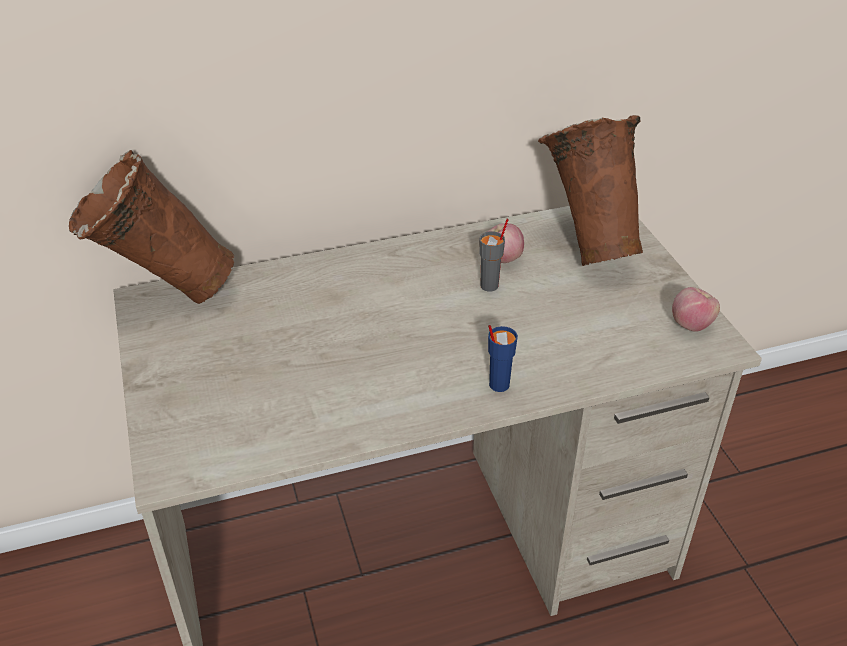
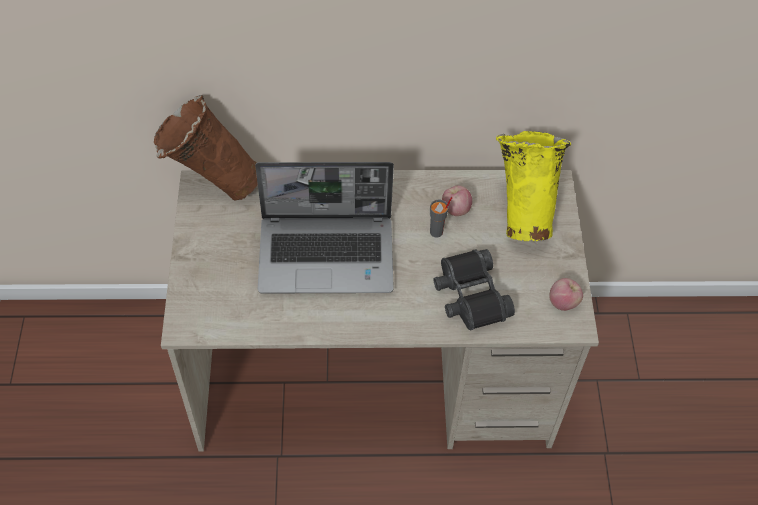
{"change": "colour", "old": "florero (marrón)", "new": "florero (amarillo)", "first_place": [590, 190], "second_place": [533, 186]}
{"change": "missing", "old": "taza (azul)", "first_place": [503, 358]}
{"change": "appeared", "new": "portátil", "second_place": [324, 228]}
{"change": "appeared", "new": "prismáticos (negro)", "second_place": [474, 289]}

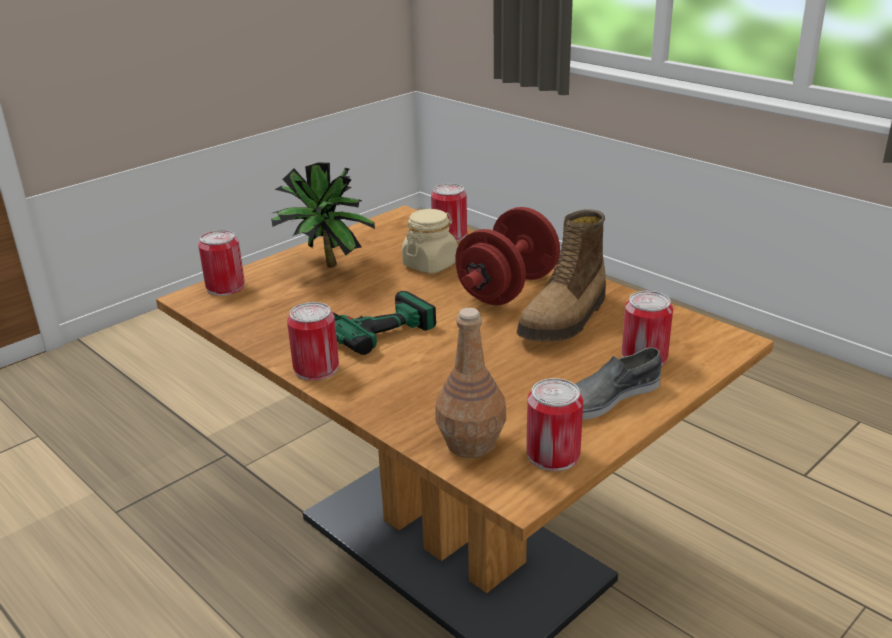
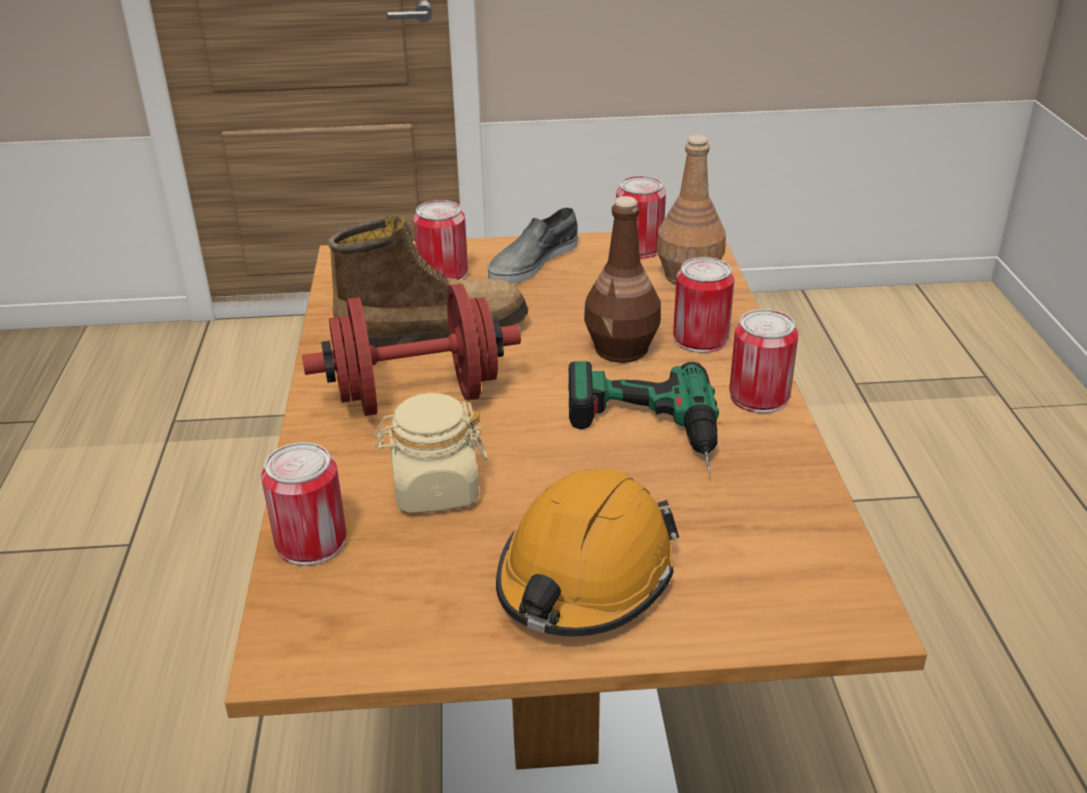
{"change": "exchanged", "old": "planta en maceta", "new": "casco (naranja)", "first_place": [322, 215], "second_place": [587, 552]}
{"change": "relocated", "old": "lata", "first_place": [221, 263], "second_place": [703, 305]}
{"change": "spun", "old": "zapato (gris)", "first_place": [618, 383], "second_place": [533, 245], "degrees": 120}
{"change": "appeared", "new": "botella (marrón)", "second_place": [622, 279]}

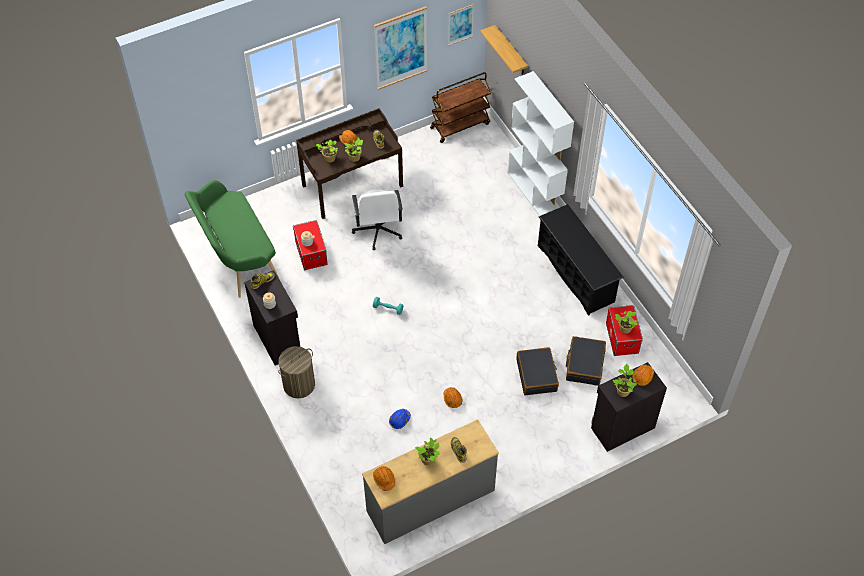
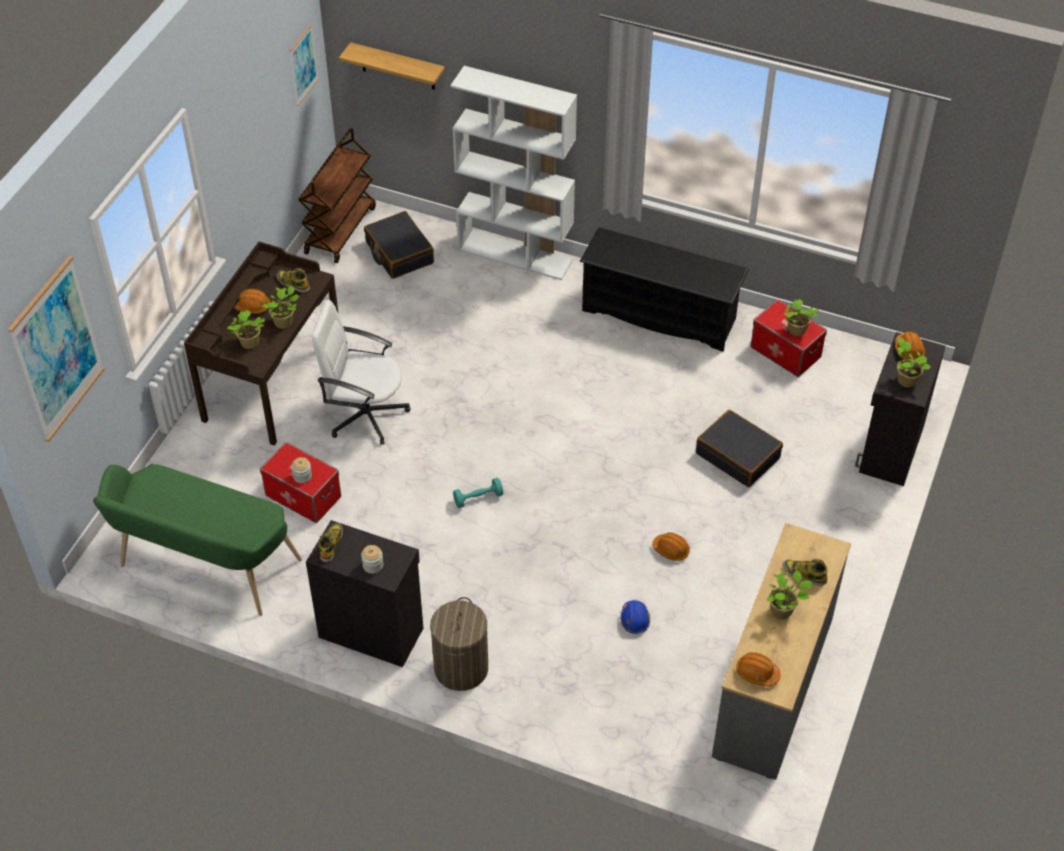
{"change": "relocated", "old": "cuadro", "first_place": [400, 48], "second_place": [56, 348]}
{"change": "spun", "old": "silla de oficina (blanco)", "first_place": [377, 219], "second_place": [361, 372], "degrees": 150}
{"change": "relocated", "old": "maleta (negro)", "first_place": [586, 361], "second_place": [399, 245]}

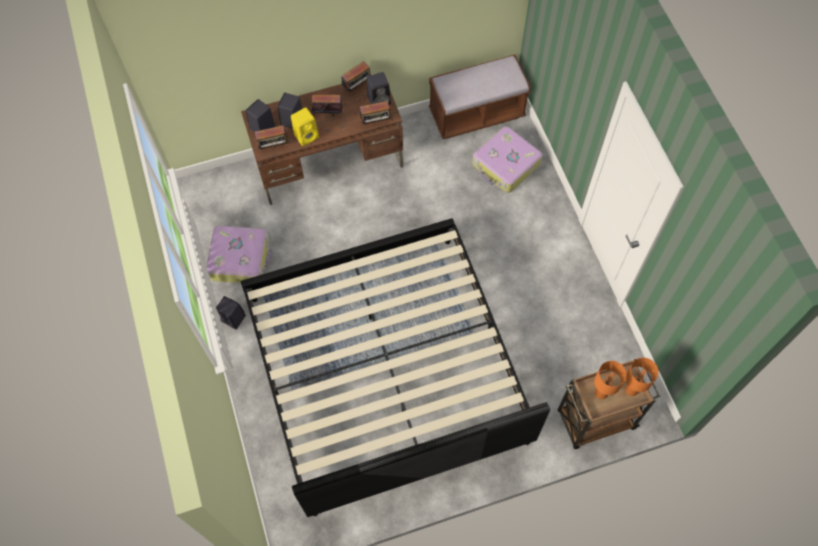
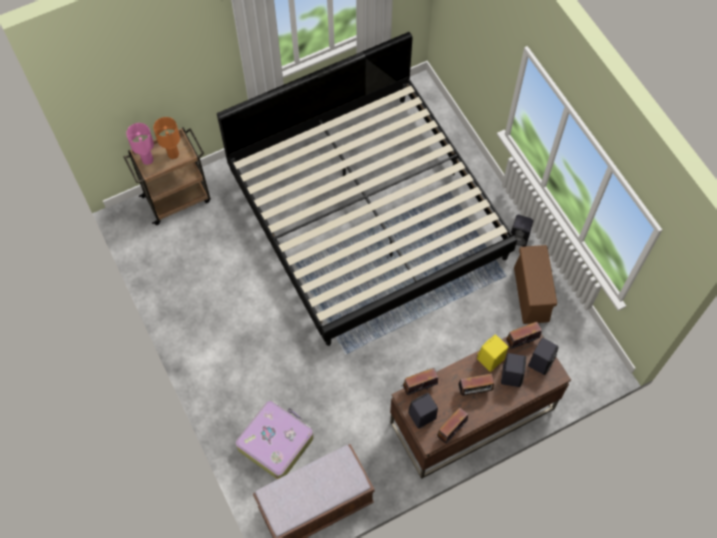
{"change": "exchanged", "old": "maleta", "new": "caja de almacenaje (marrón)", "first_place": [239, 254], "second_place": [535, 284]}
{"change": "colour", "old": "lámpara de mesa (naranja)", "new": "lámpara de mesa (rosa)", "first_place": [642, 377], "second_place": [140, 144]}

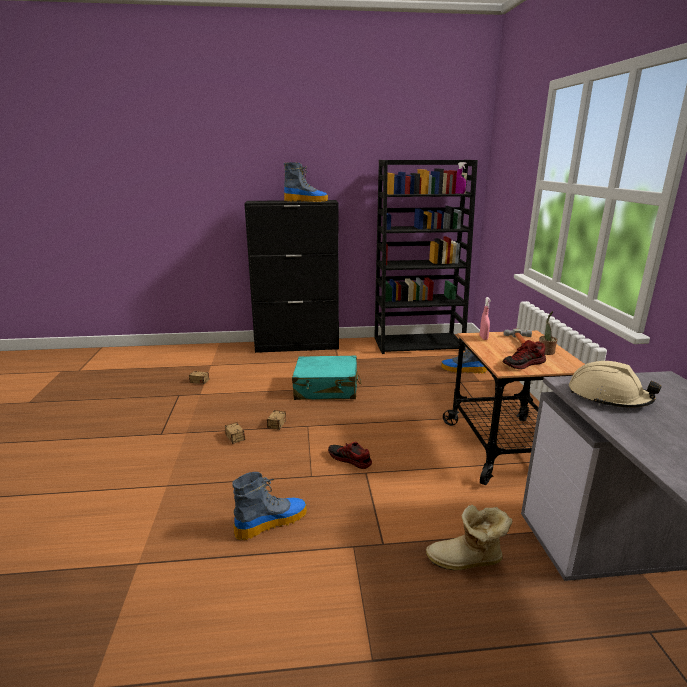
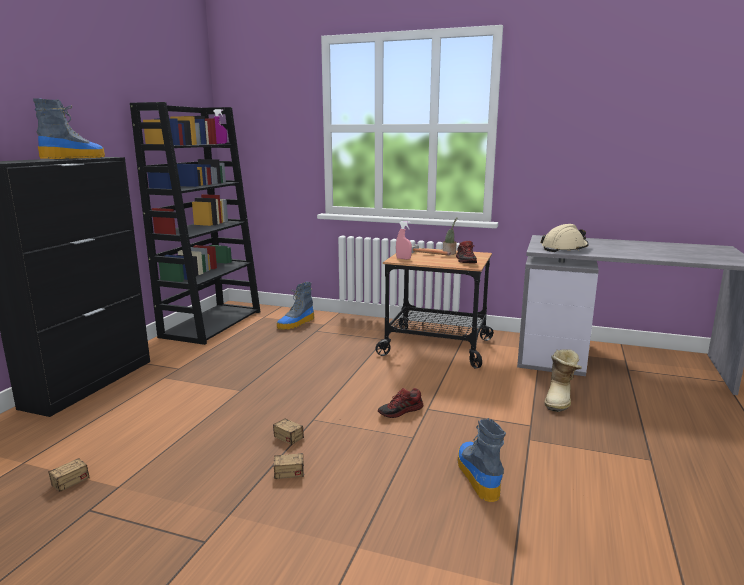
{"change": "missing", "old": "maleta (turquesa)", "first_place": [326, 377]}

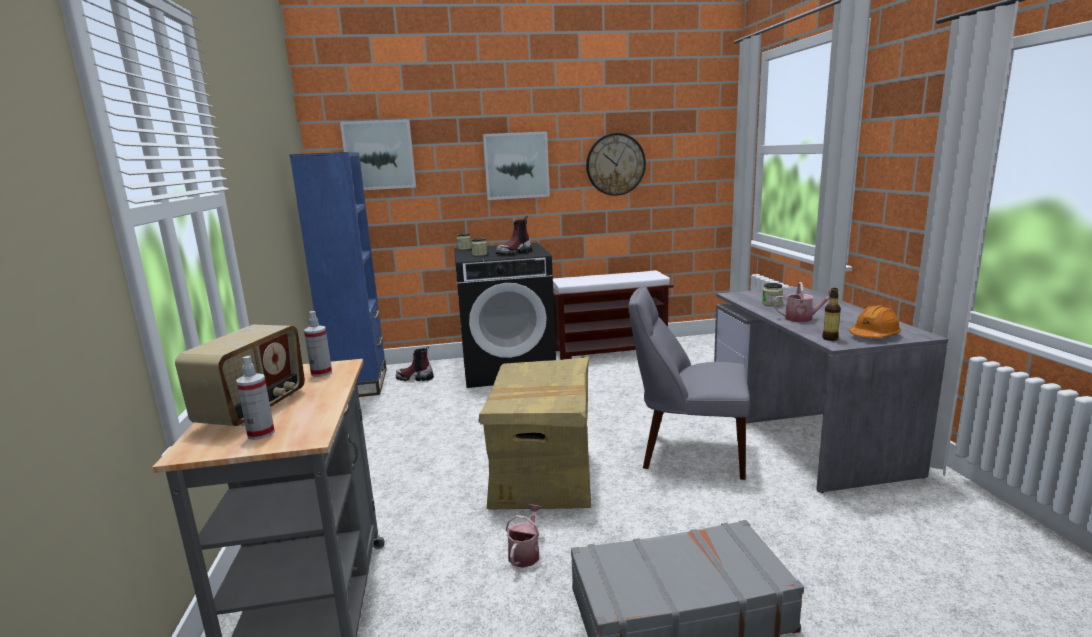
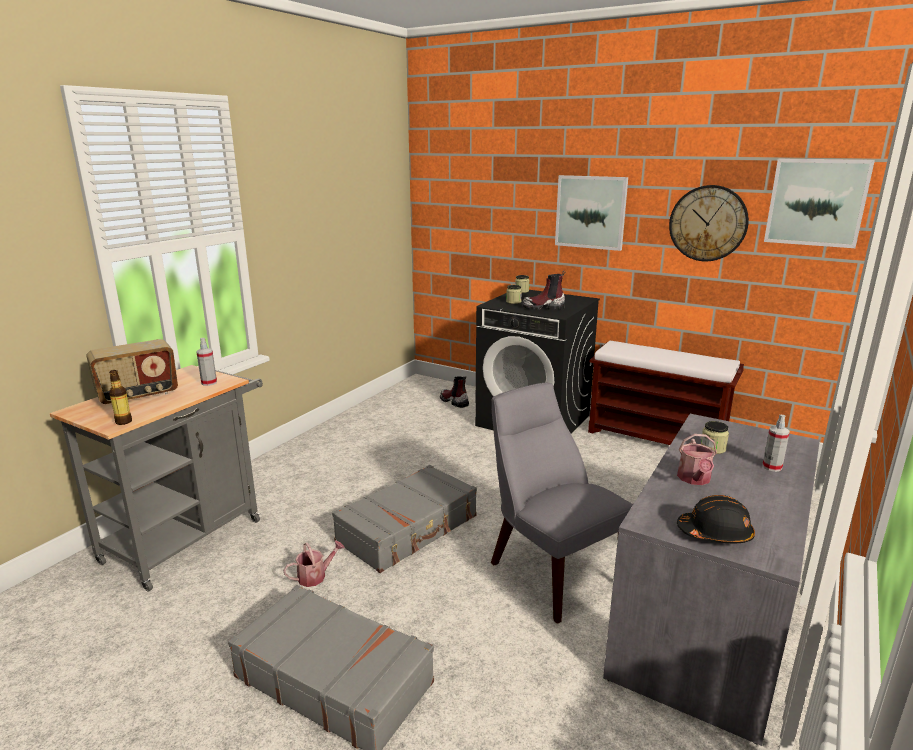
{"change": "relocated", "old": "cuadro", "first_place": [378, 154], "second_place": [819, 203]}
{"change": "missing", "old": "estantería (azul)", "first_place": [338, 274]}
{"change": "spun", "old": "regadera", "first_place": [802, 302], "second_place": [697, 459], "degrees": 45}
{"change": "relocated", "old": "botella", "first_place": [831, 314], "second_place": [120, 397]}
{"change": "colour", "old": "casco (naranja)", "new": "casco (negro)", "first_place": [875, 321], "second_place": [716, 519]}
{"change": "relocated", "old": "pulverizador", "first_place": [255, 398], "second_place": [776, 443]}
{"change": "exchanged", "old": "caja de cartón", "new": "maleta (gris)", "first_place": [534, 433], "second_place": [404, 519]}

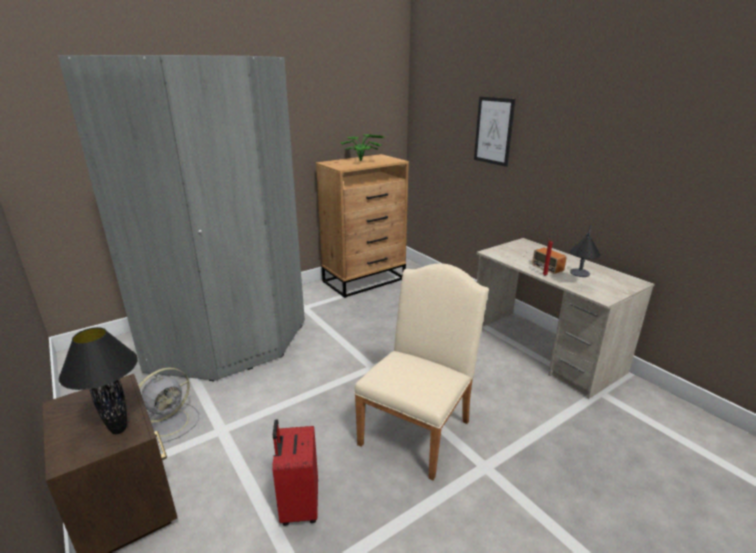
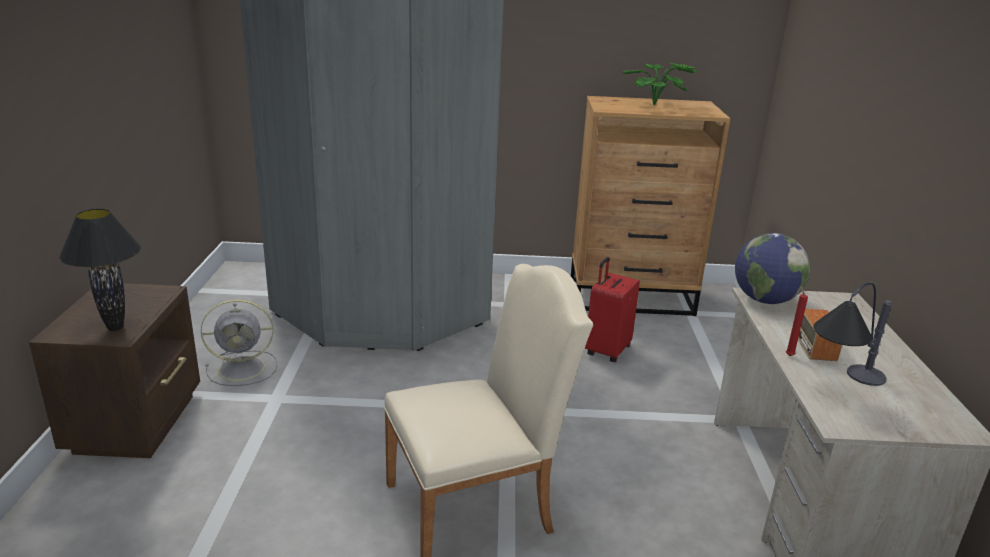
{"change": "missing", "old": "cuadro", "first_place": [495, 131]}
{"change": "relocated", "old": "maleta (rojo)", "first_place": [295, 473], "second_place": [612, 309]}
{"change": "appeared", "new": "globo terráqueo", "second_place": [772, 268]}

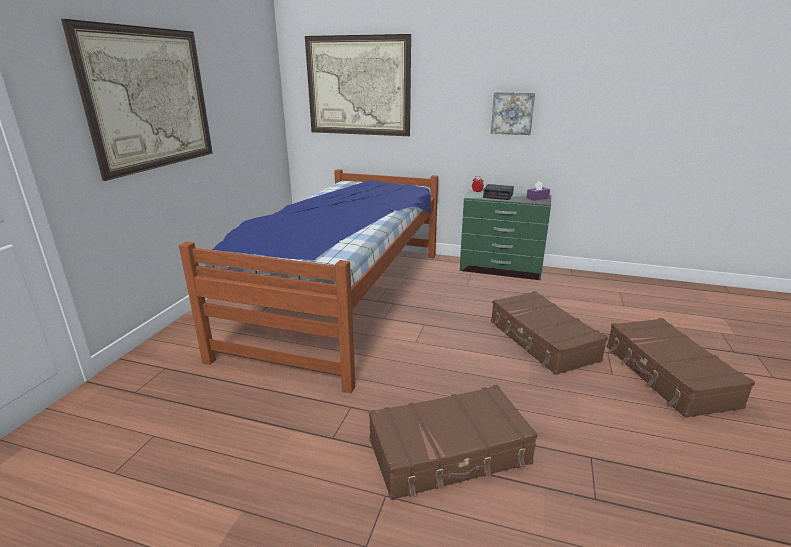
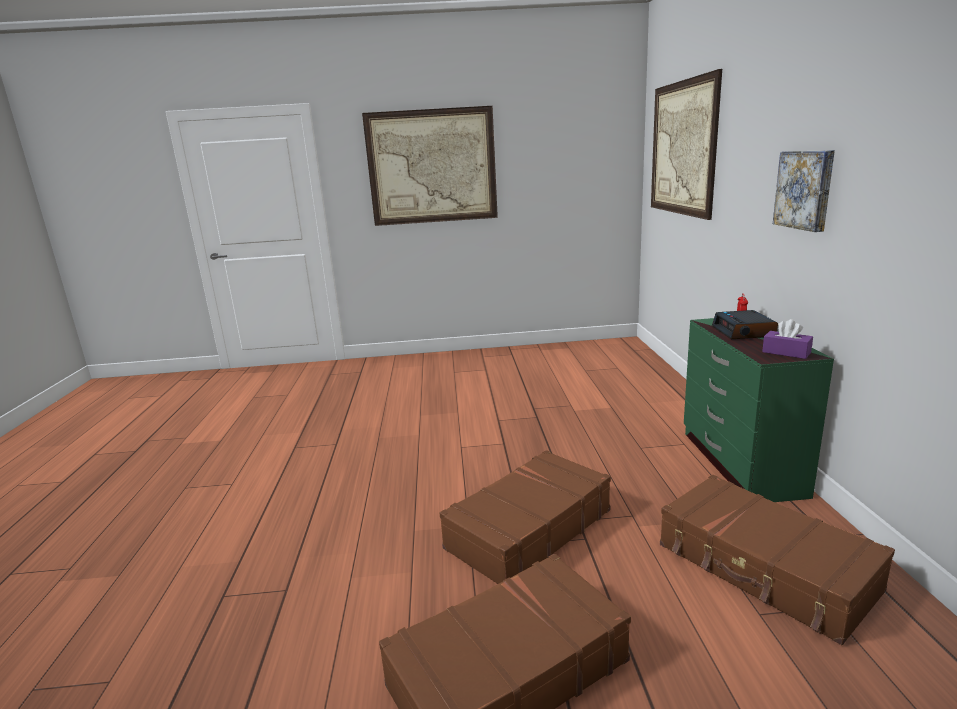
{"change": "missing", "old": "cama", "first_place": [308, 281]}
{"change": "relocated", "old": "maleta (marrón)", "first_place": [453, 442], "second_place": [777, 560]}

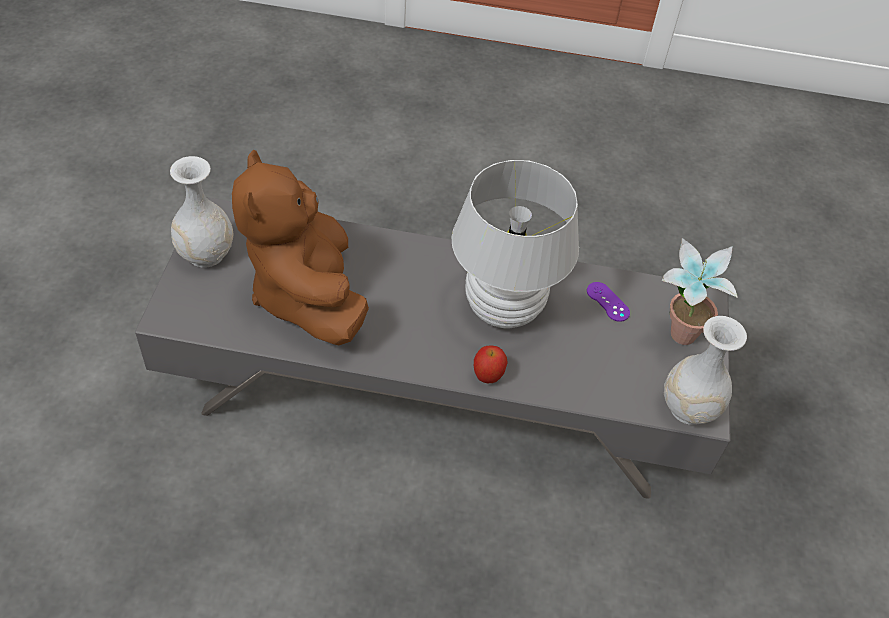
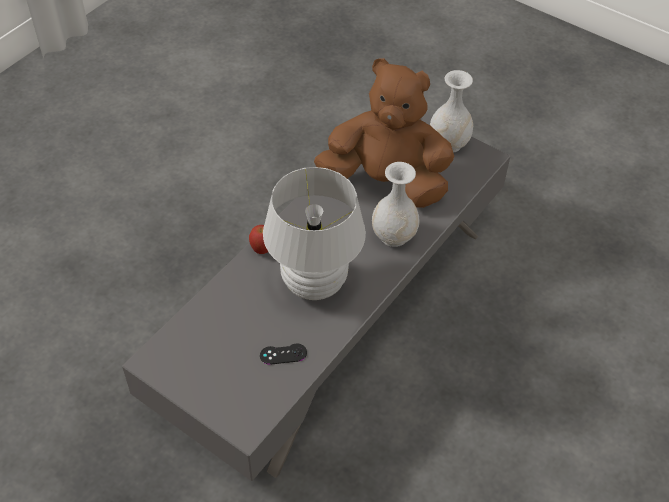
{"change": "missing", "old": "planta en maceta", "first_place": [700, 291]}
{"change": "colour", "old": "mando de consola (morado)", "new": "mando de consola (negro)", "first_place": [608, 302], "second_place": [283, 354]}
{"change": "relocated", "old": "florero (blanco)", "first_place": [705, 370], "second_place": [396, 204]}

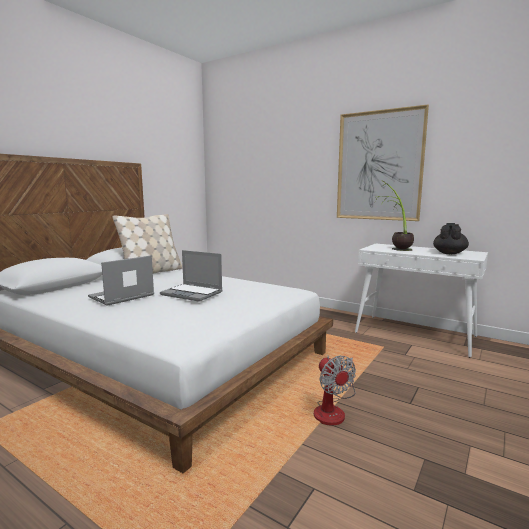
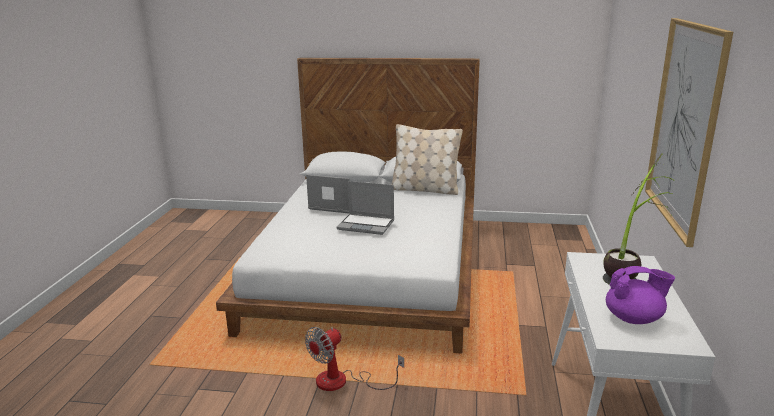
{"change": "colour", "old": "tetera (negro)", "new": "tetera (morado)", "first_place": [451, 238], "second_place": [640, 295]}
{"change": "spun", "old": "portátil", "first_place": [191, 276], "second_place": [365, 208], "degrees": -75}

